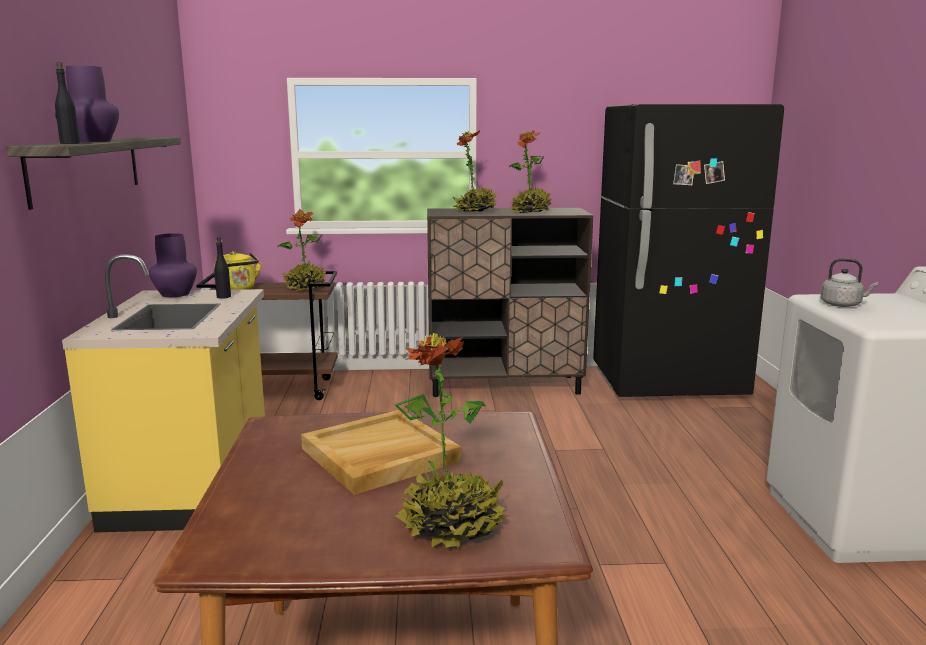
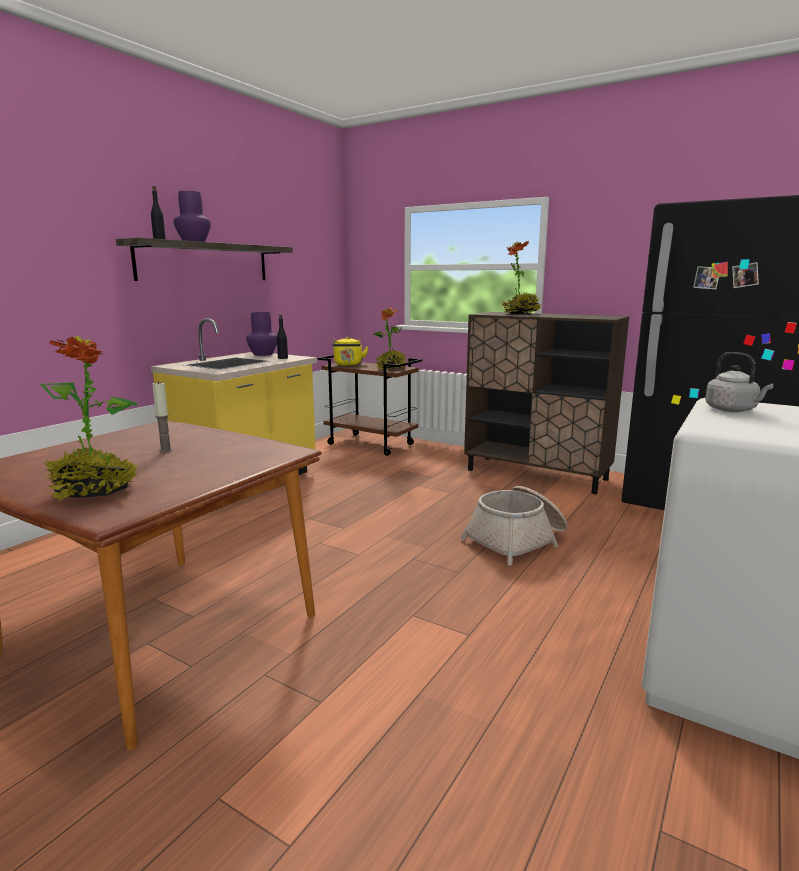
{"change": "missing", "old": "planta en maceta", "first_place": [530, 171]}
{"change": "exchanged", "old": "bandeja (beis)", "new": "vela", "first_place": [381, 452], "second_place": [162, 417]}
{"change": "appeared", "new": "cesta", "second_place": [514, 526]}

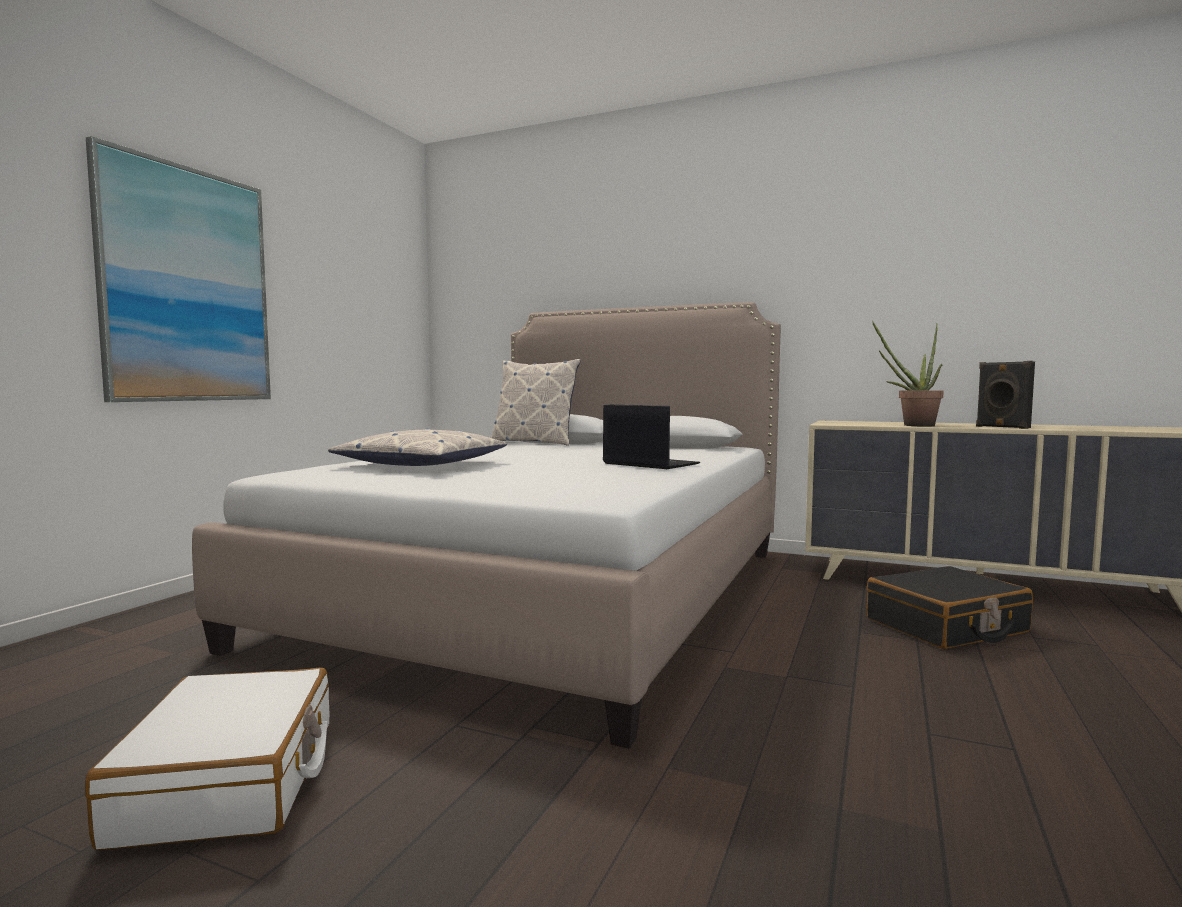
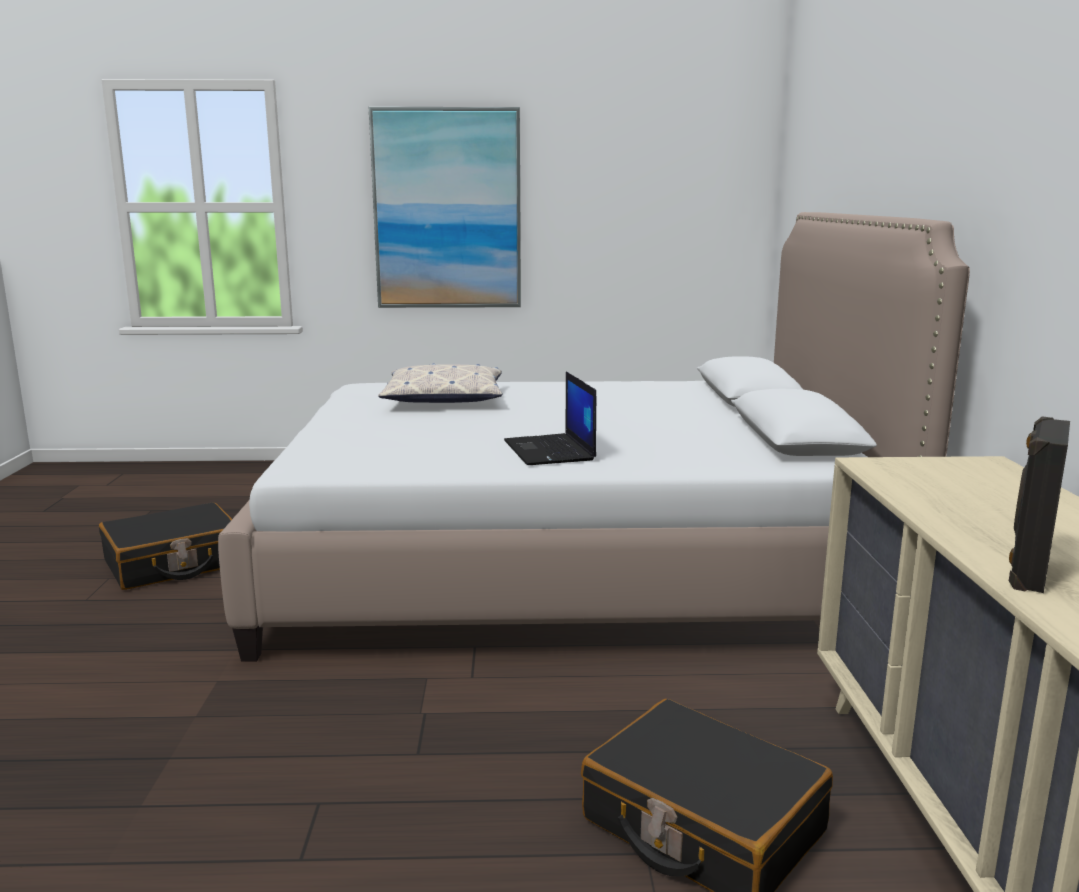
{"change": "missing", "old": "planta en maceta", "first_place": [908, 374]}
{"change": "missing", "old": "cojín", "first_place": [535, 402]}
{"change": "spun", "old": "portátil", "first_place": [651, 436], "second_place": [550, 418], "degrees": 150}
{"change": "colour", "old": "maleta (blanco)", "new": "maleta (negro)", "first_place": [207, 759], "second_place": [165, 546]}

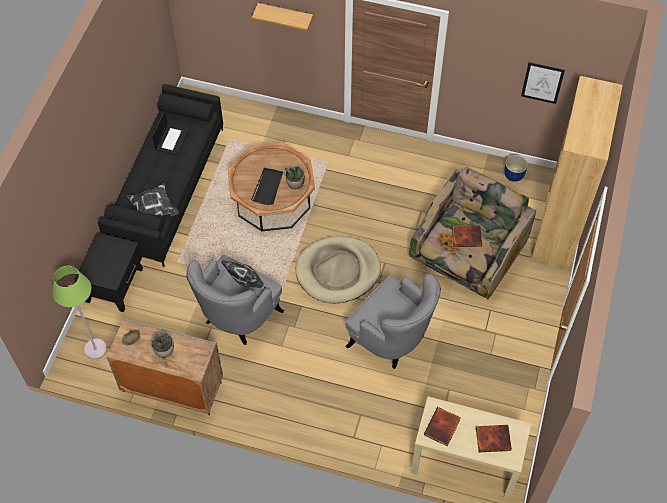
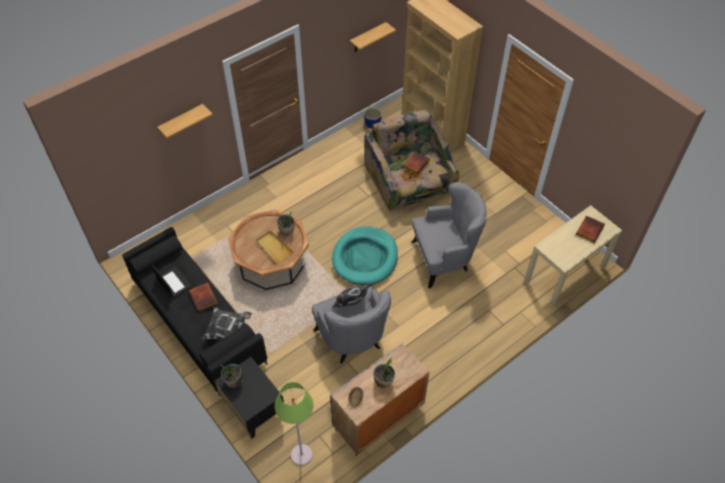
{"change": "exchanged", "old": "cuadro", "new": "estante", "first_place": [543, 83], "second_place": [373, 37]}
{"change": "colour", "old": "bandeja (negro)", "new": "bandeja (beis)", "first_place": [267, 186], "second_place": [274, 247]}
{"change": "colour", "old": "cama para perro (beis)", "new": "cama para perro (turquesa)", "first_place": [338, 269], "second_place": [365, 256]}
{"change": "relocated", "old": "libro", "first_place": [442, 426], "second_place": [203, 297]}
{"change": "appeared", "new": "planta en maceta", "second_place": [231, 376]}

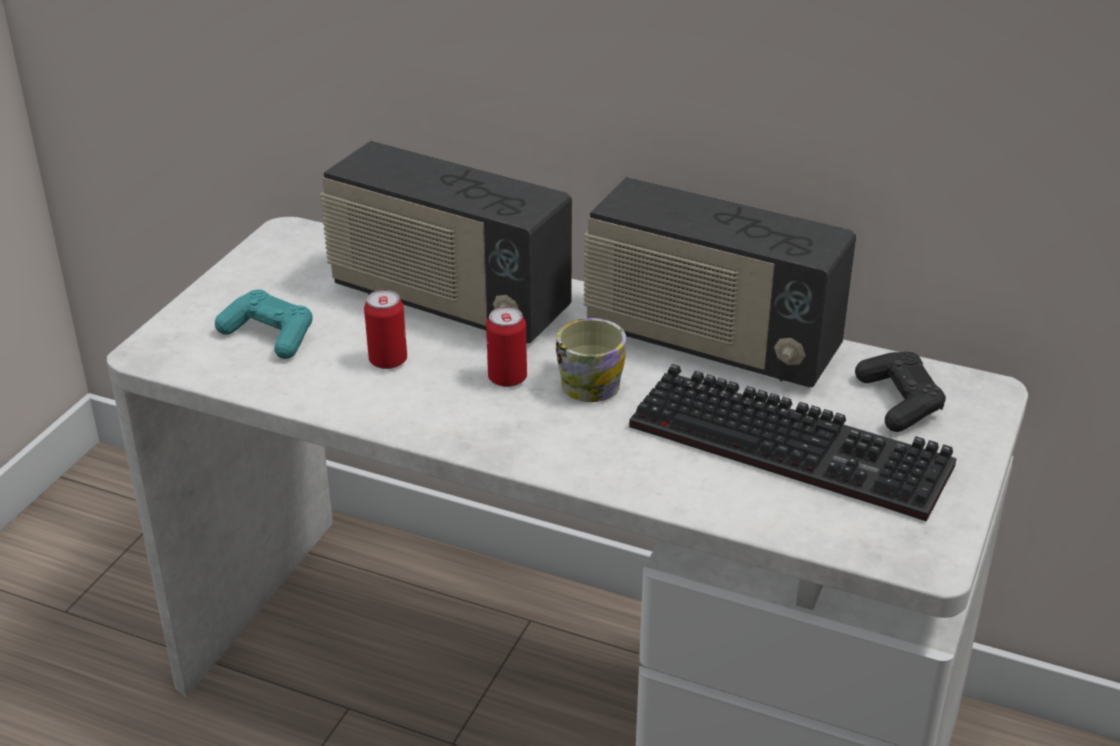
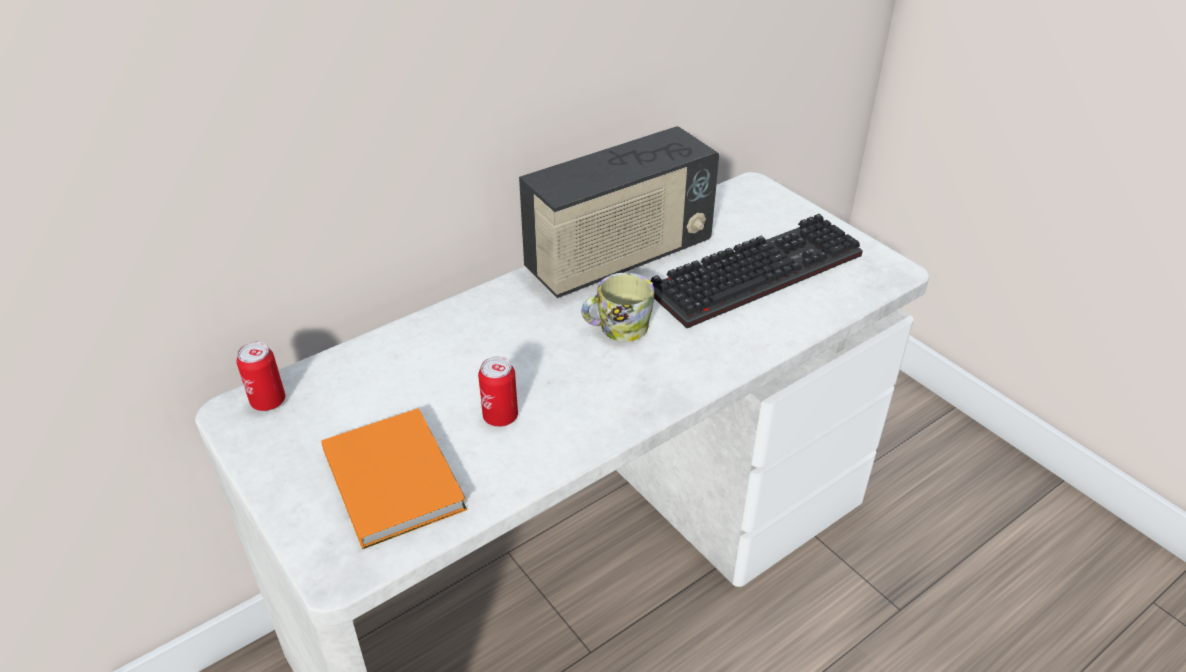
{"change": "missing", "old": "radio", "first_place": [446, 242]}
{"change": "exchanged", "old": "mando de consola (turquesa)", "new": "libro (naranja)", "first_place": [264, 324], "second_place": [394, 478]}
{"change": "relocated", "old": "lata", "first_place": [506, 347], "second_place": [261, 376]}
{"change": "missing", "old": "mando de consola (negro)", "first_place": [900, 392]}

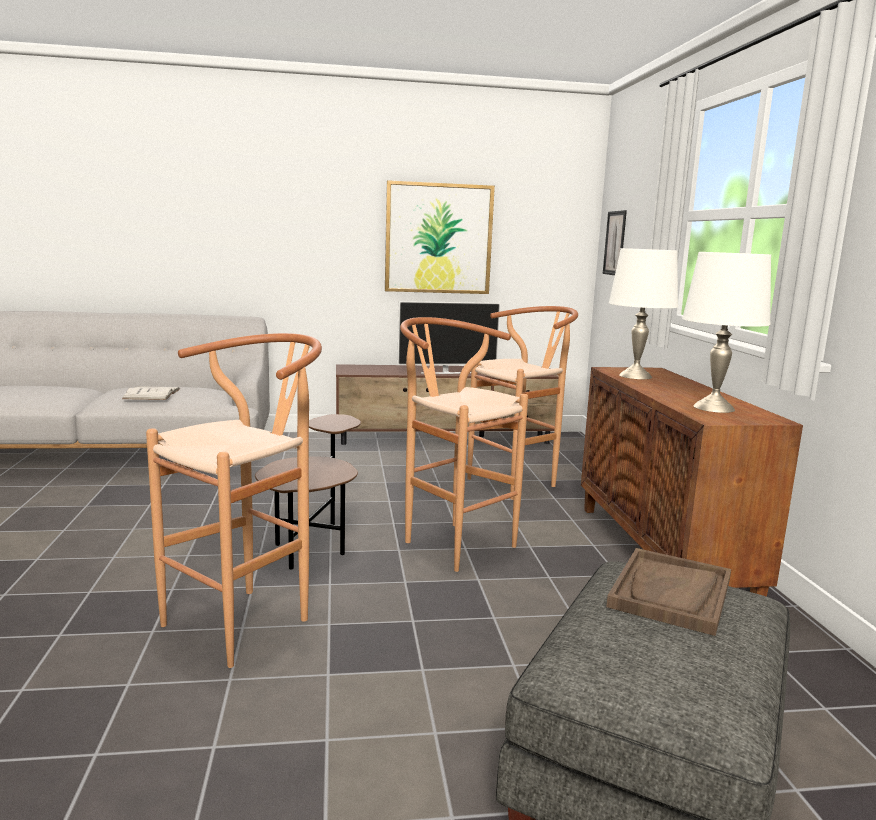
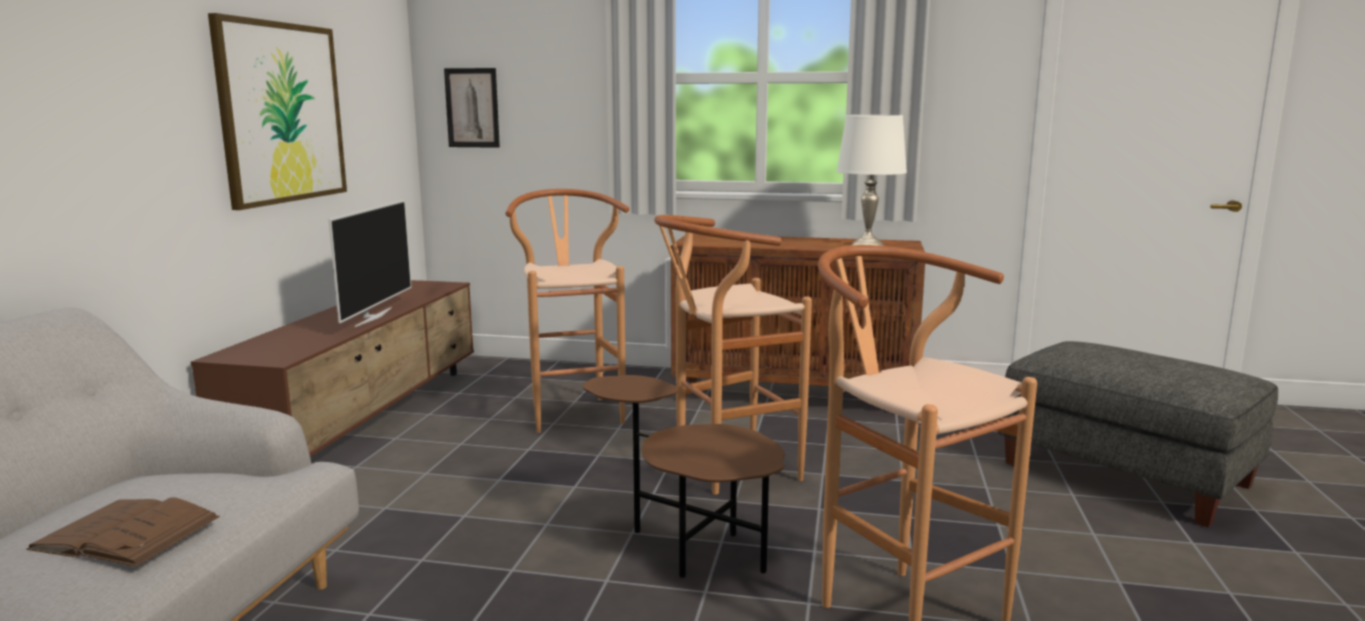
{"change": "missing", "old": "lámpara de mesa (blanco)", "first_place": [643, 313]}
{"change": "colour", "old": "libro (blanco)", "new": "libro (marrón)", "first_place": [151, 393], "second_place": [123, 532]}
{"change": "missing", "old": "bandeja (marrón)", "first_place": [668, 592]}

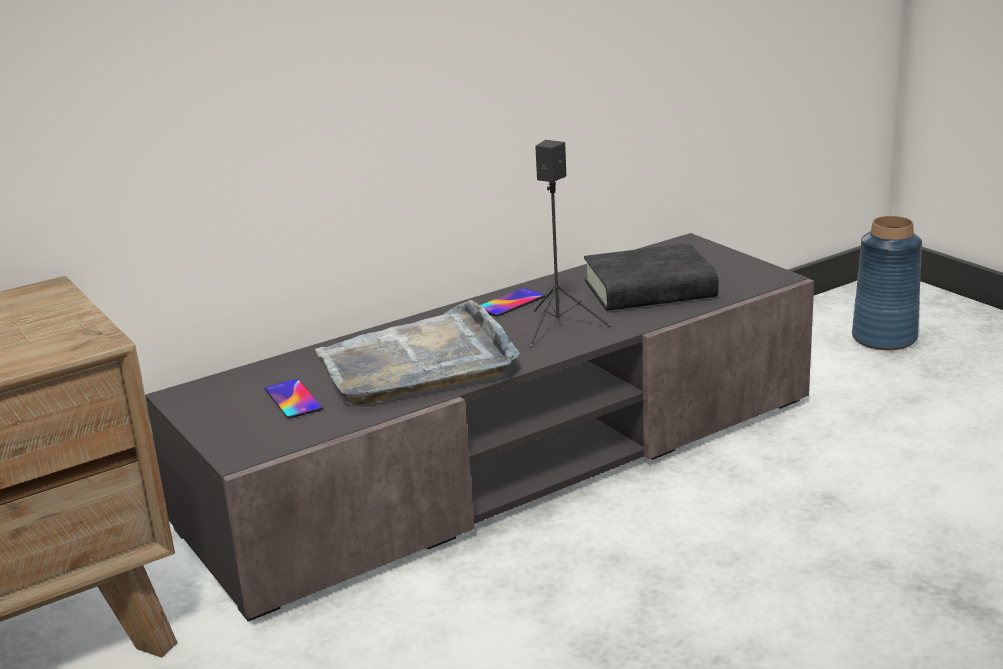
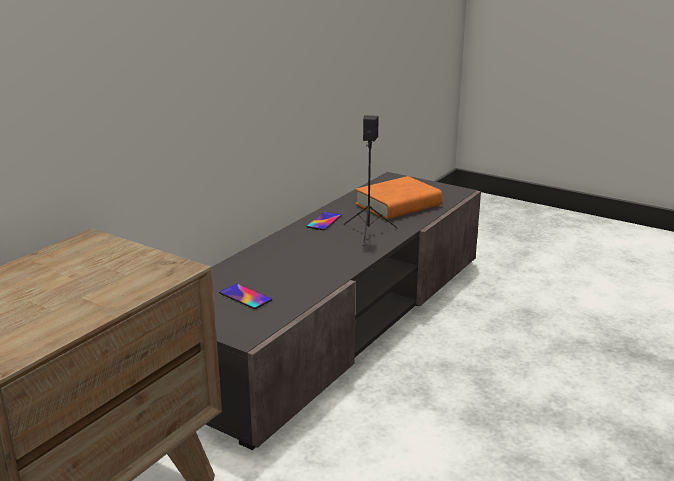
{"change": "missing", "old": "florero (azul)", "first_place": [887, 283]}
{"change": "colour", "old": "libro (negro)", "new": "libro (naranja)", "first_place": [651, 277], "second_place": [398, 198]}
{"change": "missing", "old": "bandeja (gris)", "first_place": [417, 352]}

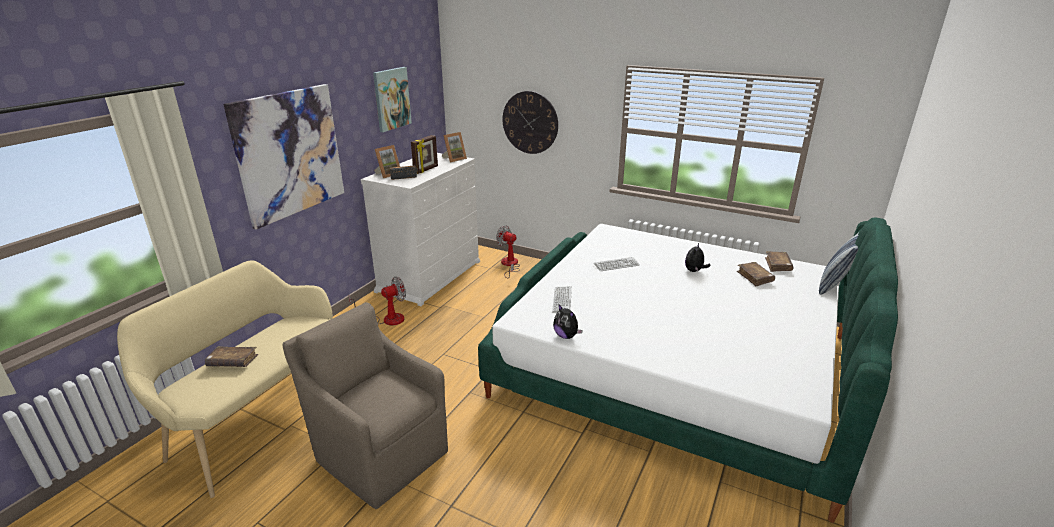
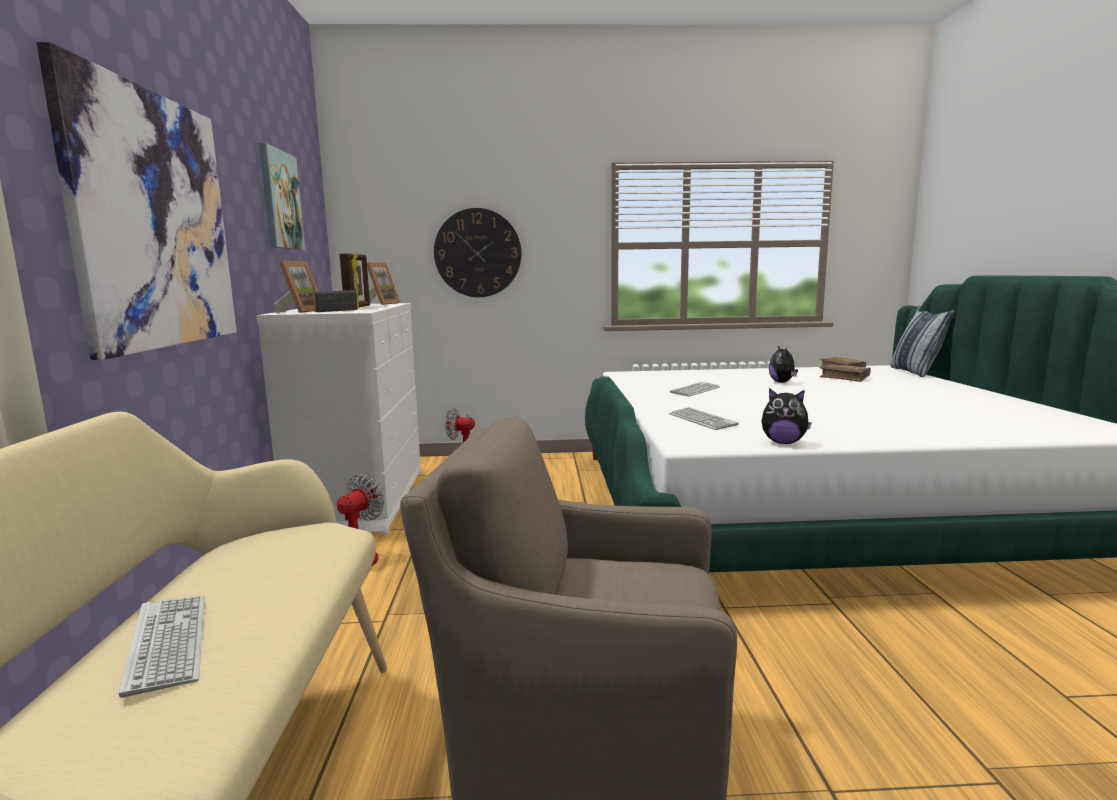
{"change": "exchanged", "old": "libro (marrón)", "new": "teclado", "first_place": [231, 356], "second_place": [162, 646]}

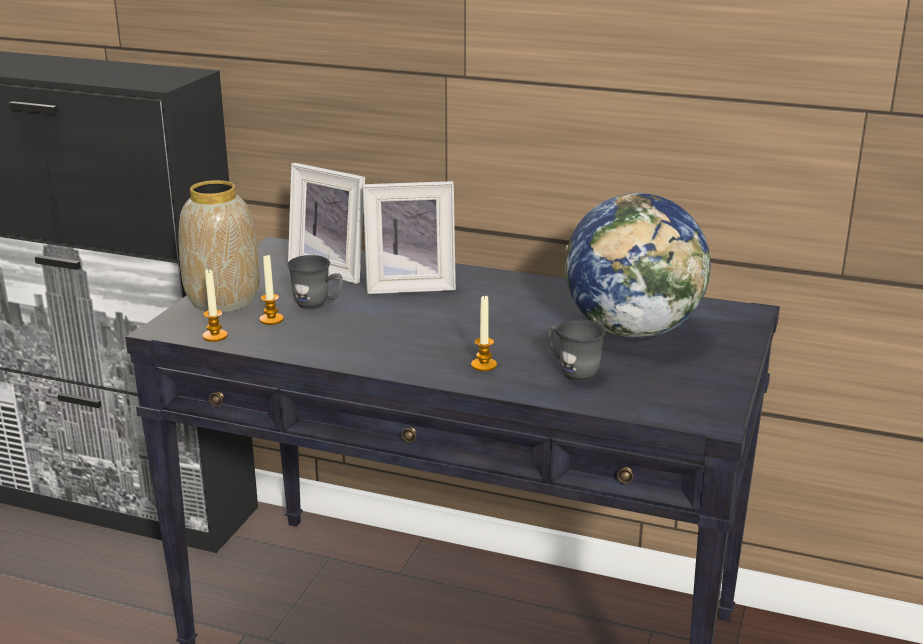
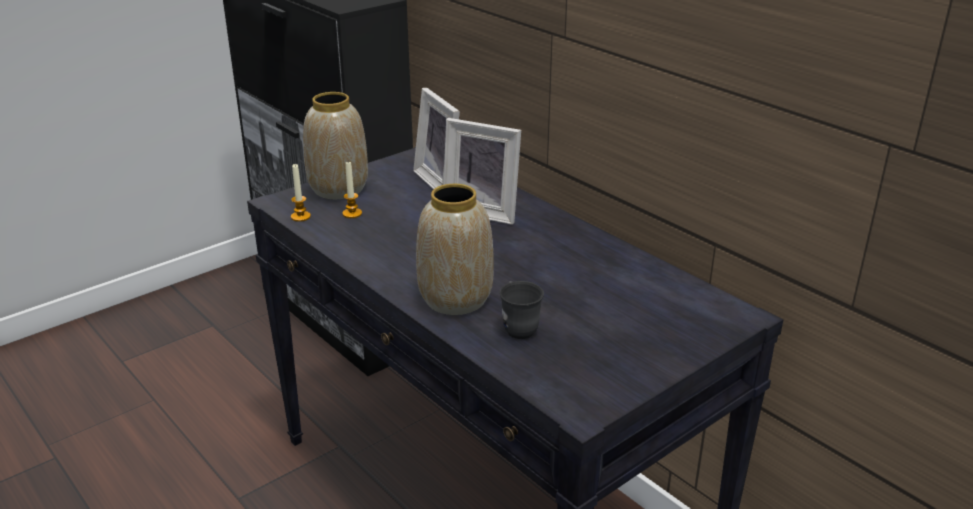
{"change": "missing", "old": "globo terráqueo", "first_place": [638, 265]}
{"change": "missing", "old": "taza grande (gris)", "first_place": [315, 282]}
{"change": "exchanged", "old": "vela", "new": "florero", "first_place": [484, 333], "second_place": [455, 249]}

